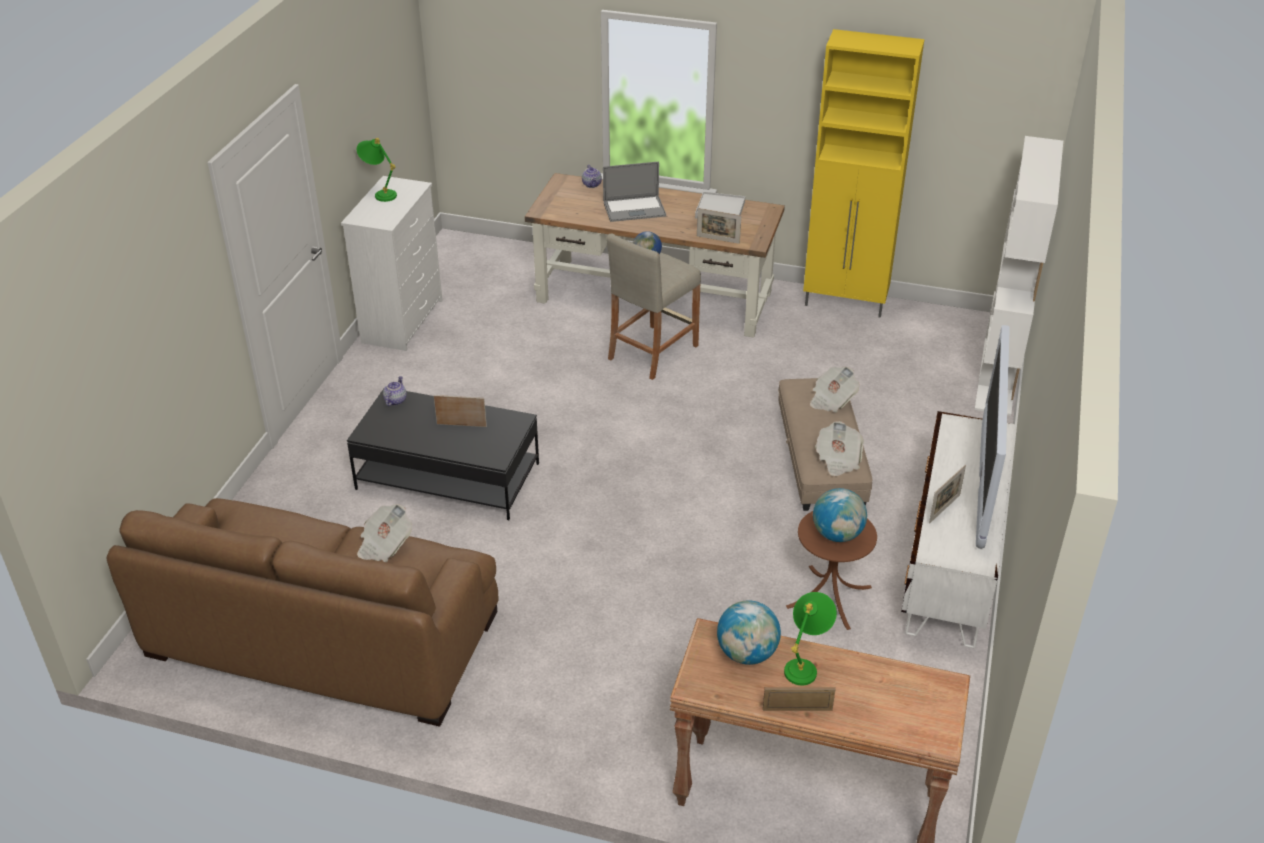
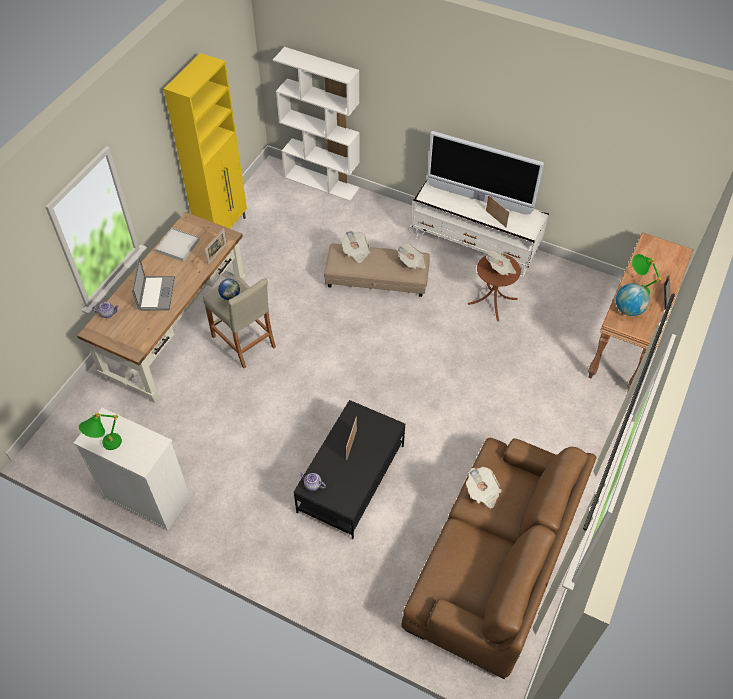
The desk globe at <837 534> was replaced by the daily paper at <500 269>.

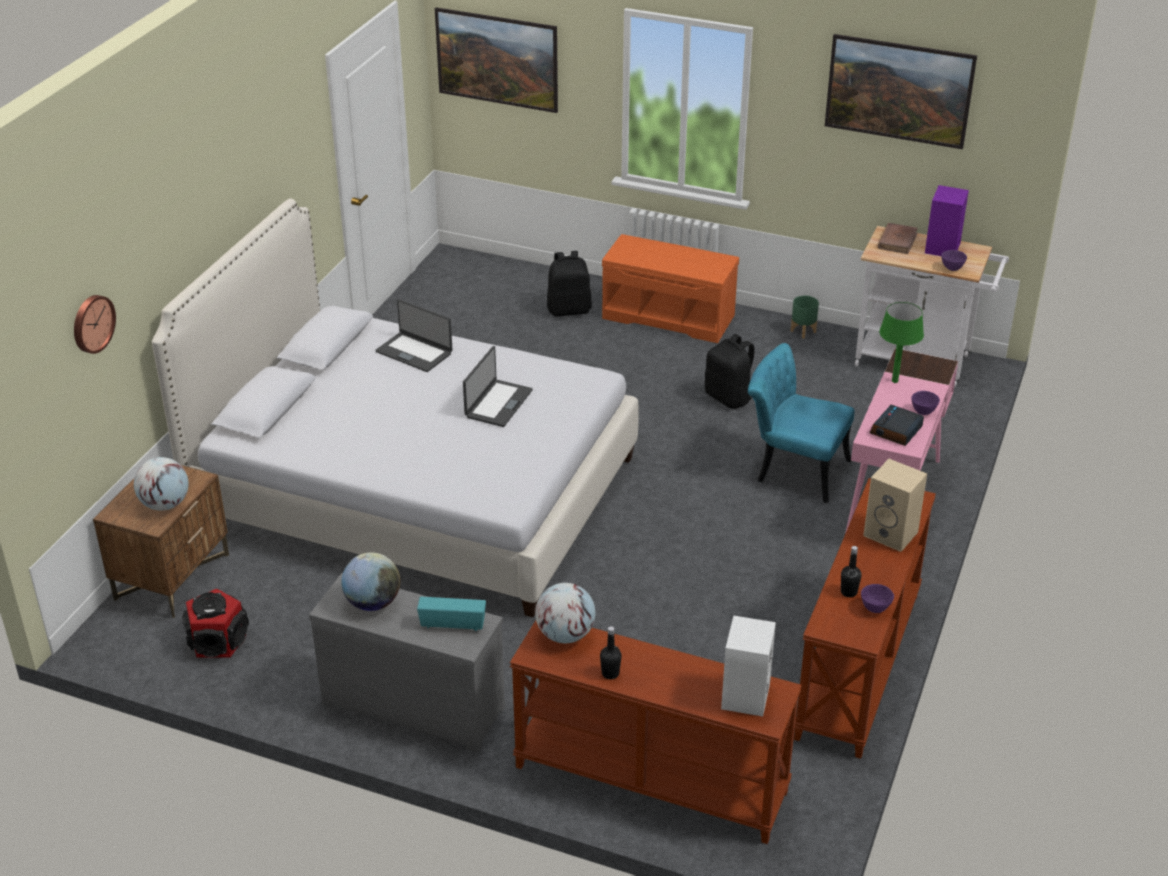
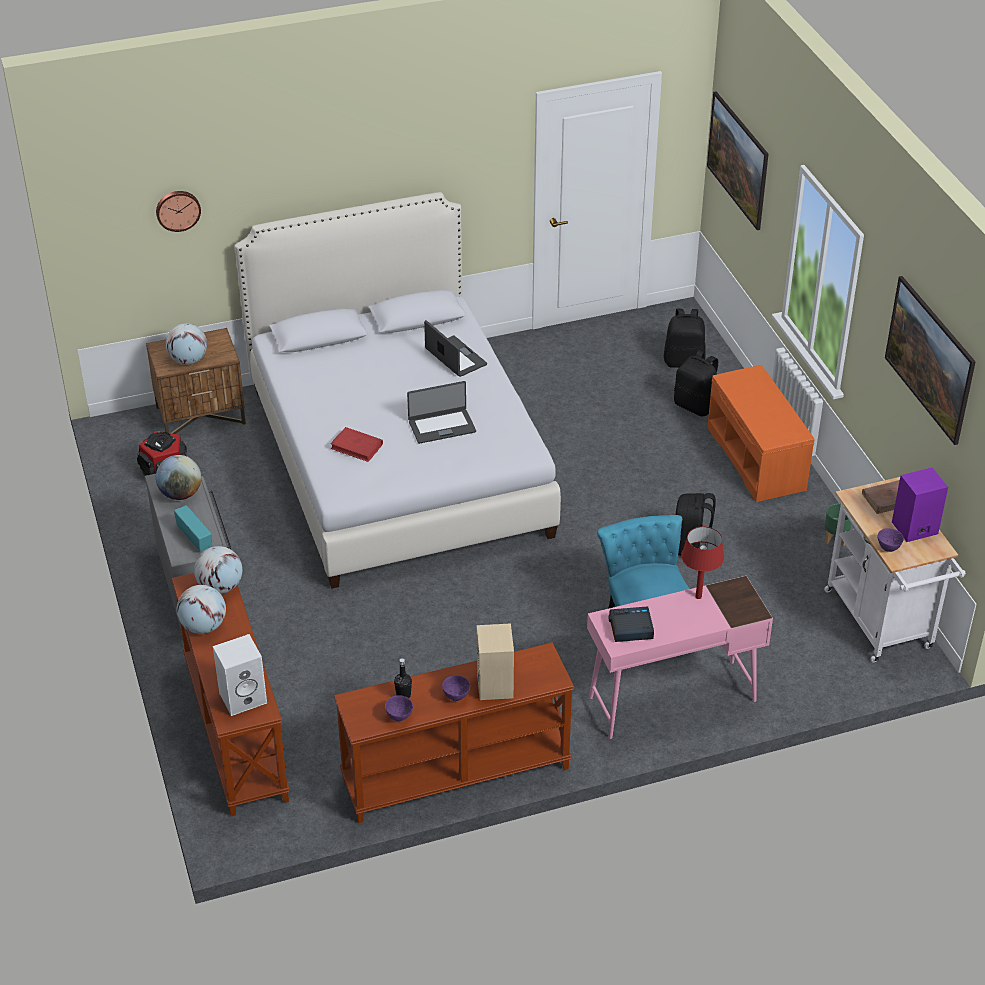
The red book at <357 446> appeared.
The blackish rucksack at <684 361> appeared.
The purplish deep dish moved from <923 411> to <456 696>.
The blackish bottle at <610 673> was replaced by the desk globe at <203 626>.
The green-coloured lamp for a table at <895 381> became the red lamp for a table at <698 597>.
The notebook computer at <414 352> turned 150 degrees clockwise.

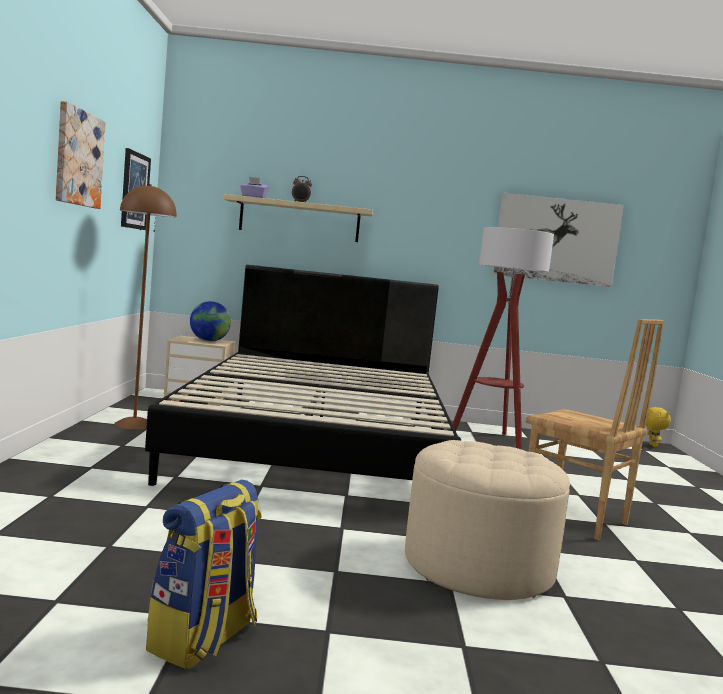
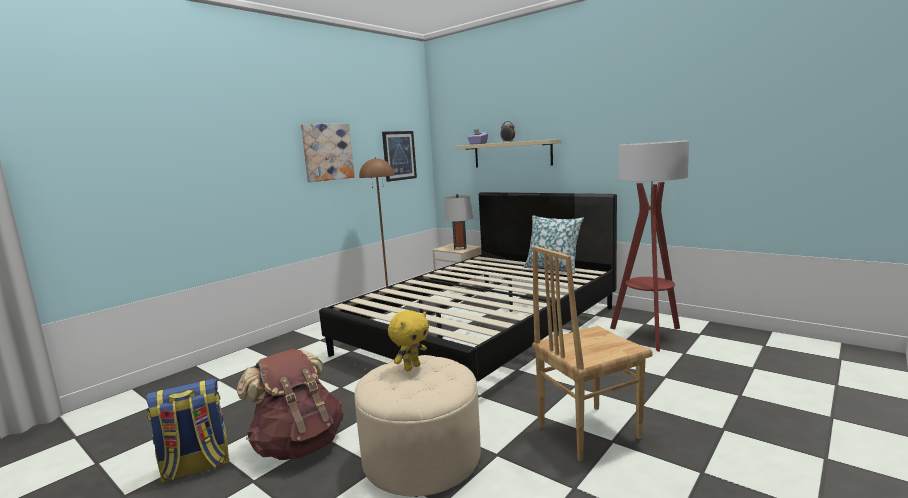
The picture at <556 240> disappeared.
The brownish rucksack at <298 445> appeared.
The throw pillow at <553 268> appeared.
The yellow-coloured plush toy moved from <652 445> to <411 367>.
The desk globe at <209 341> was replaced by the grey lamp for a table at <460 248>.
The brownish upright chair at <574 519> turned 75 degrees clockwise.

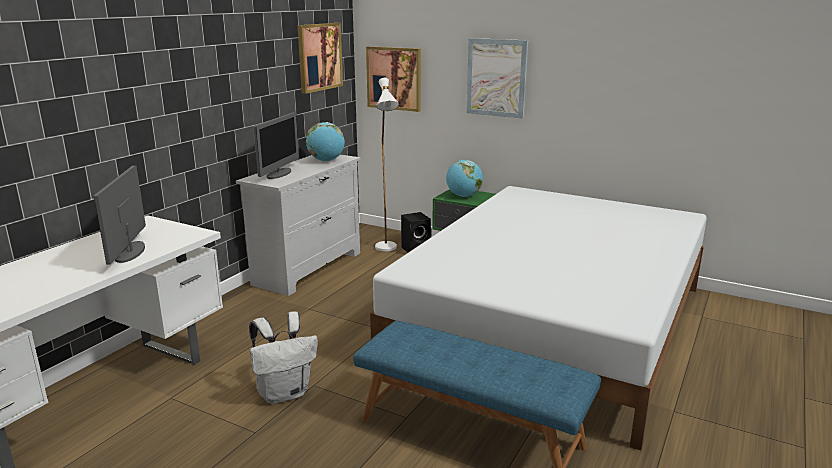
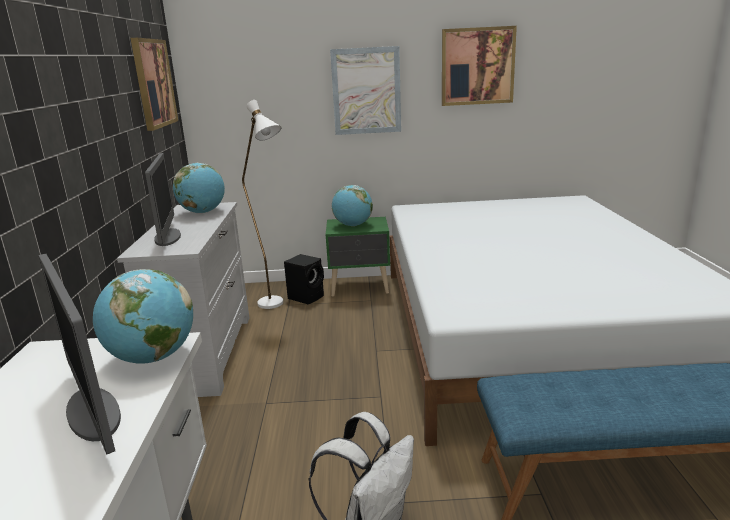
The desk globe at <152 358> appeared.
The picture moved from <394 78> to <477 66>.

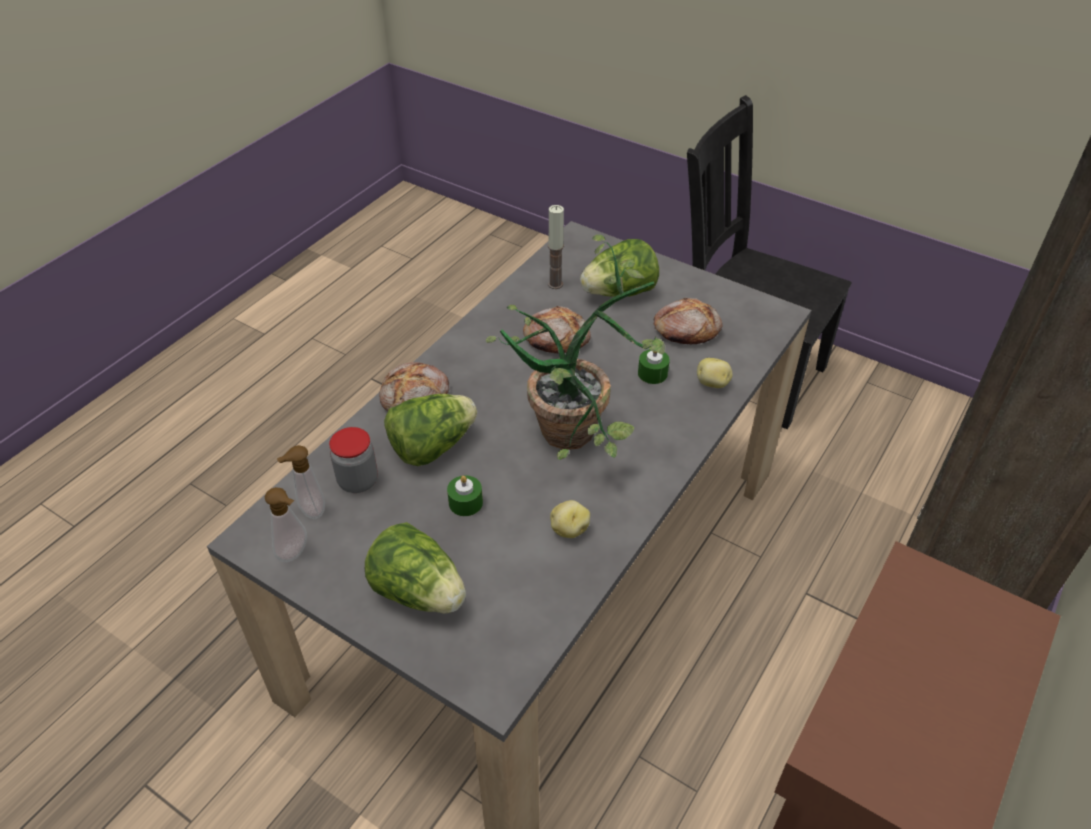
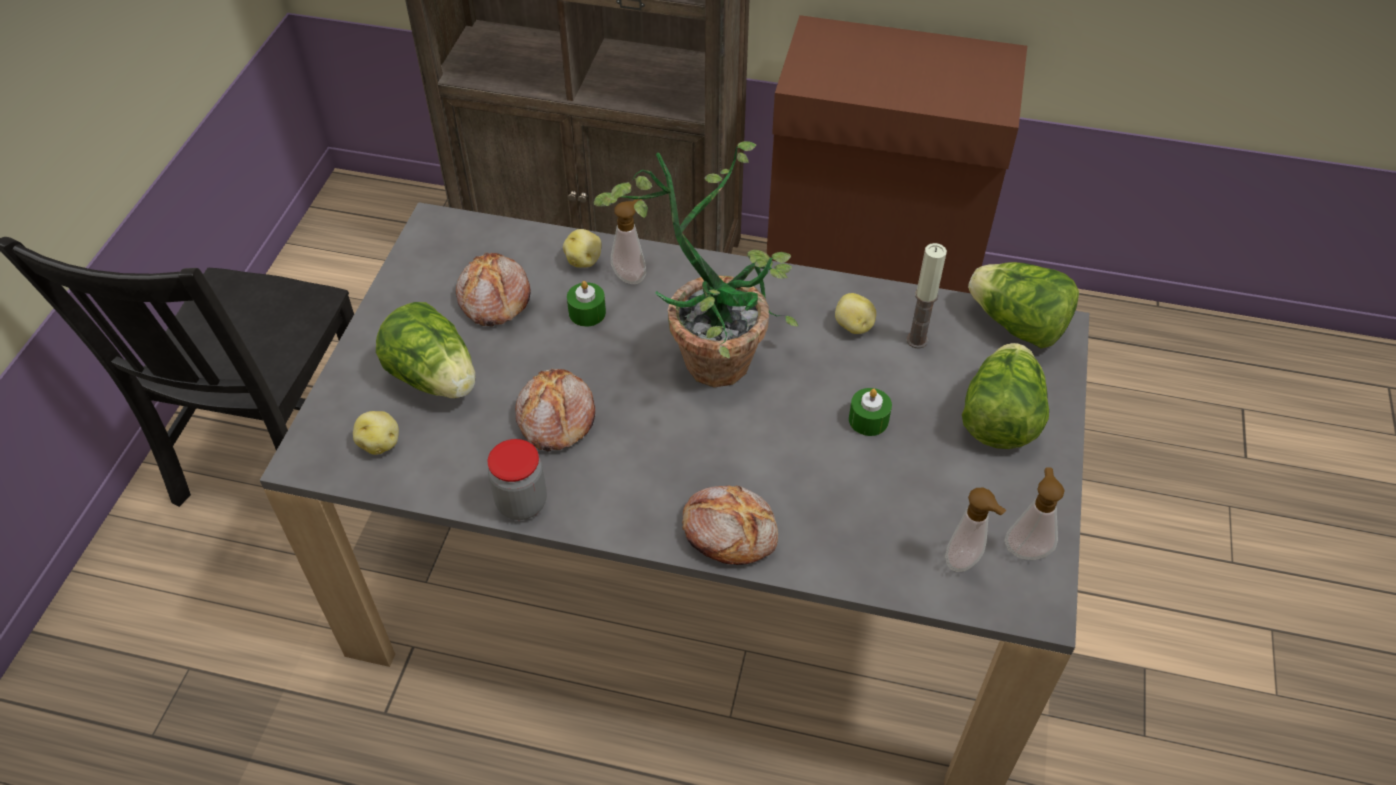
The spud at <380 443> appeared.
The soap dispenser at <631 275> appeared.
The storage jar moved from <358 481> to <521 503>.
The lettuce head moved from <432 446> to <1017 326>.
The candle moved from <555 284> to <917 340>.

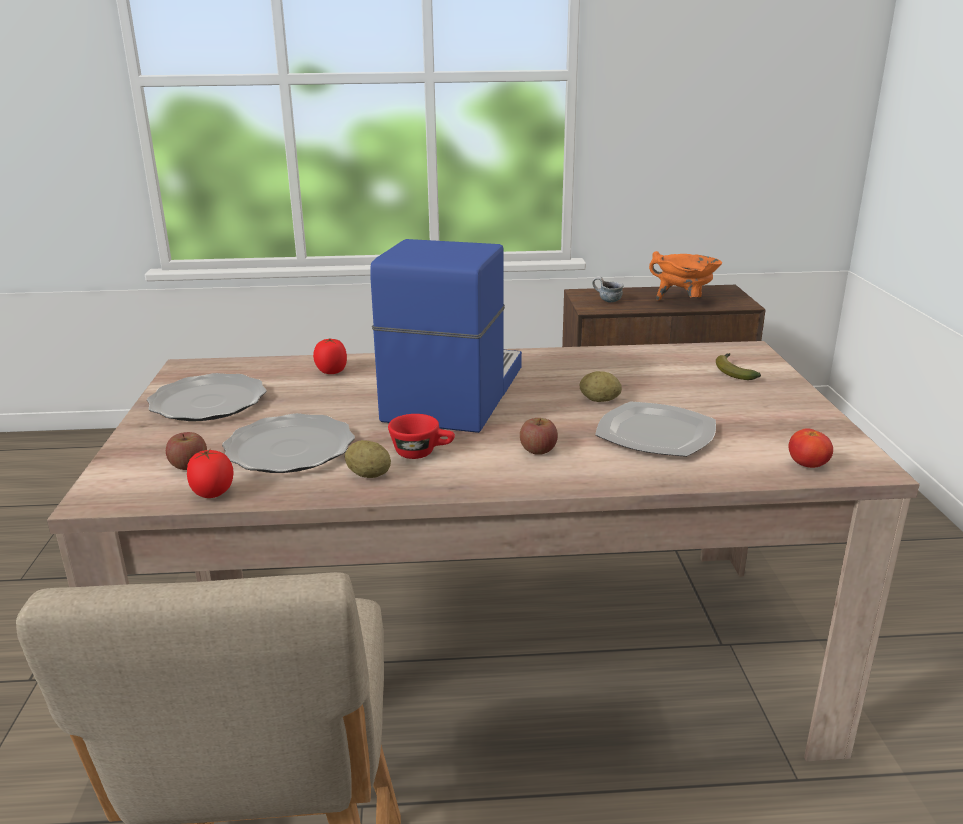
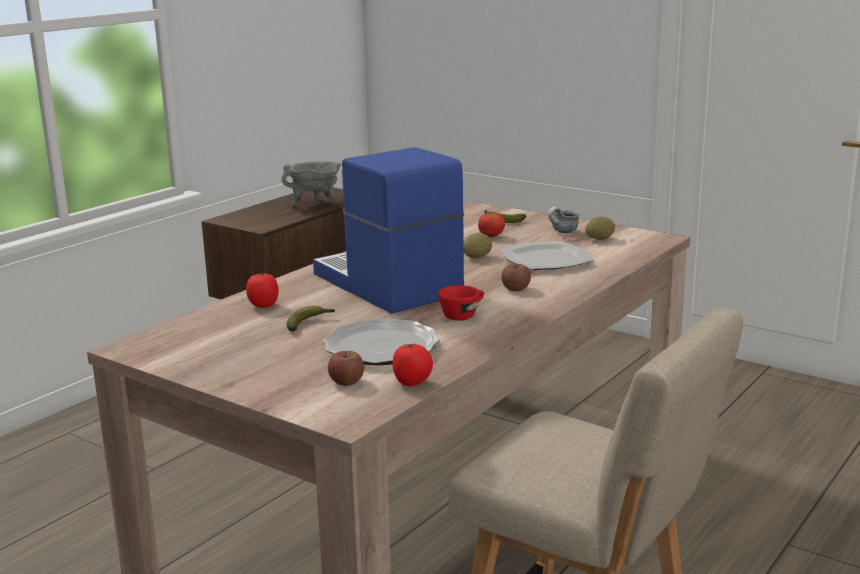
The dinner plate at <208 402> disappeared.
The banana fruit at <309 323> appeared.
The spud moved from <368 475> to <599 239>.
The coffee mug moved from <606 301> to <562 232>.
The whole tomato moved from <807 465> to <491 236>.
The orangey cooking pot at <684 302> became the grey cooking pot at <315 204>.

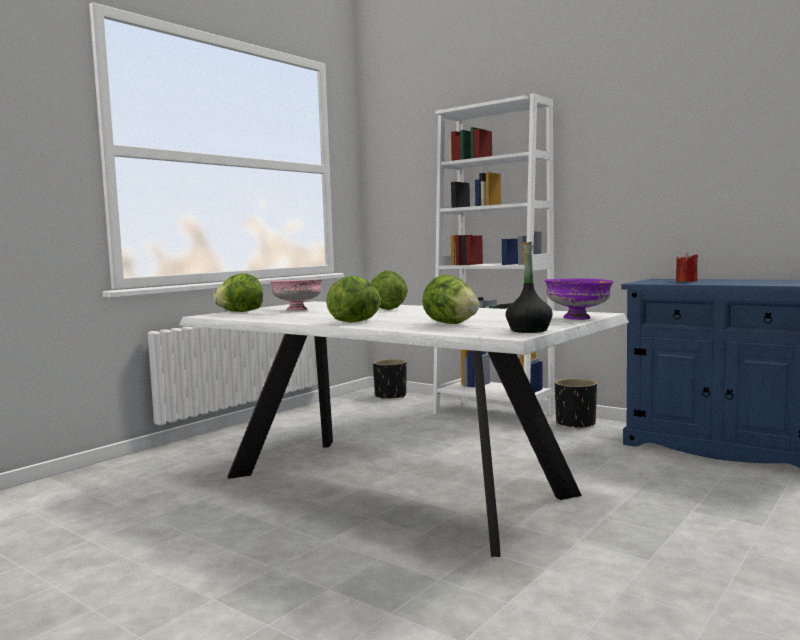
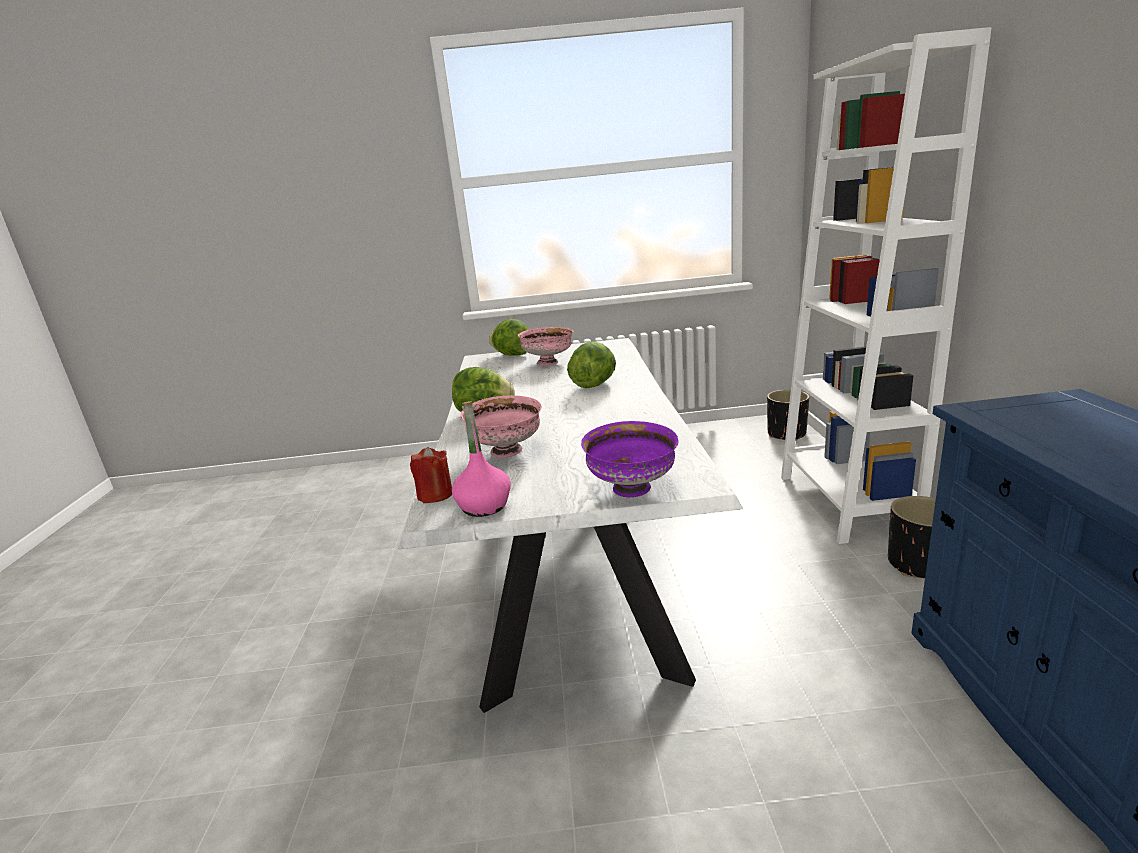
The red candle moved from <686 281> to <435 495>.
The lettuce head at <450 323> was replaced by the pink deep dish at <507 451>.
The blackish bottle at <528 330> became the pink bottle at <484 506>.

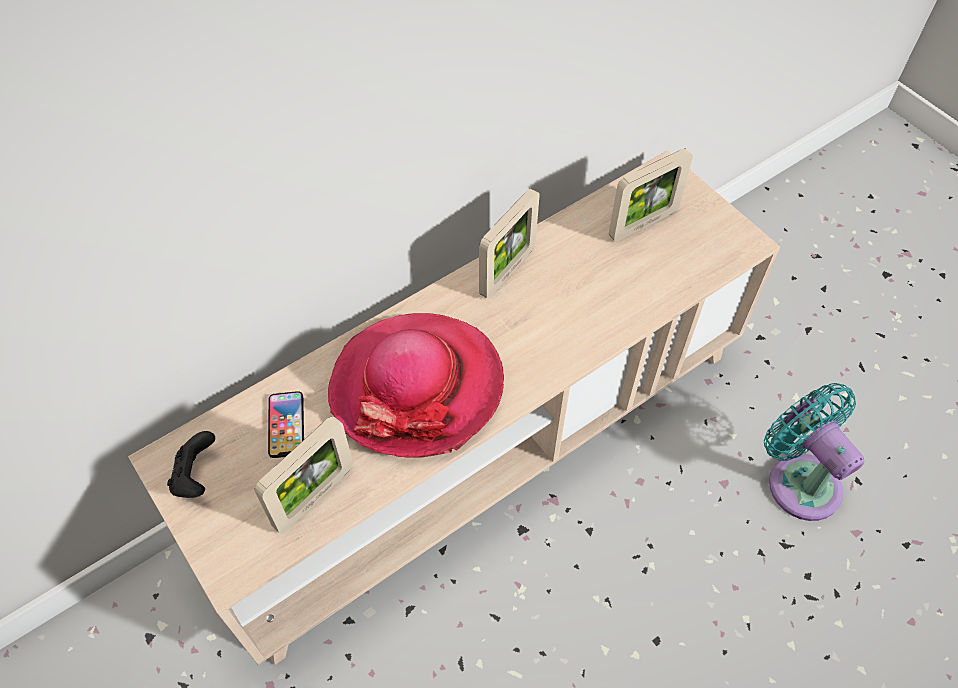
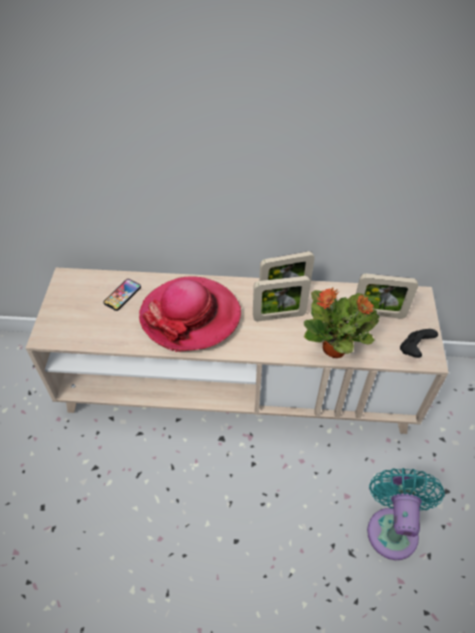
The plant in a pot at <335 348> appeared.
The blackish joypad moved from <196 476> to <414 349>.
The photo frame moved from <314 497> to <279 316>.

